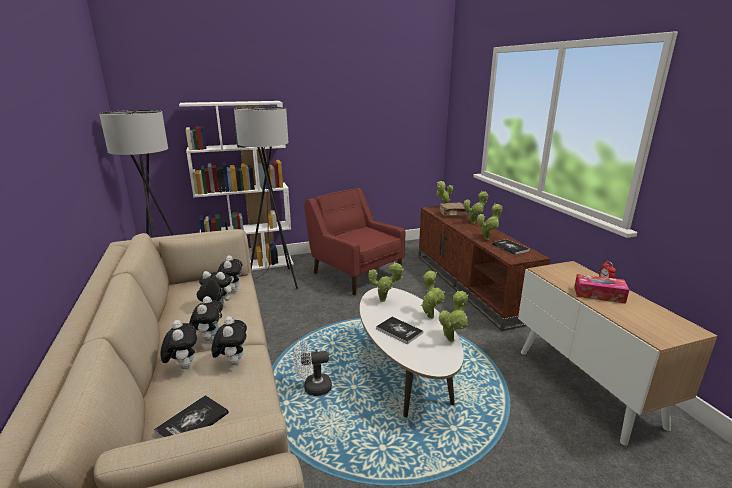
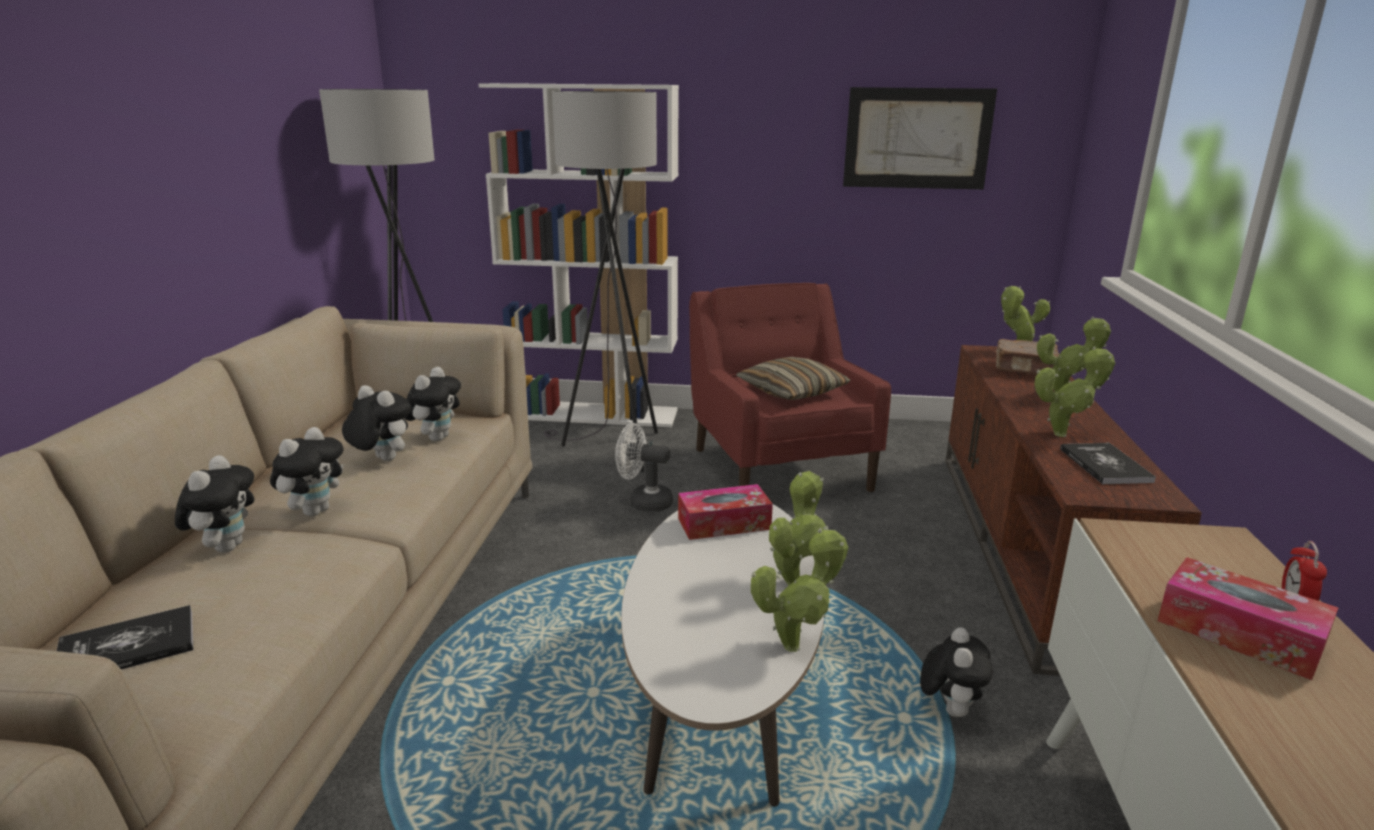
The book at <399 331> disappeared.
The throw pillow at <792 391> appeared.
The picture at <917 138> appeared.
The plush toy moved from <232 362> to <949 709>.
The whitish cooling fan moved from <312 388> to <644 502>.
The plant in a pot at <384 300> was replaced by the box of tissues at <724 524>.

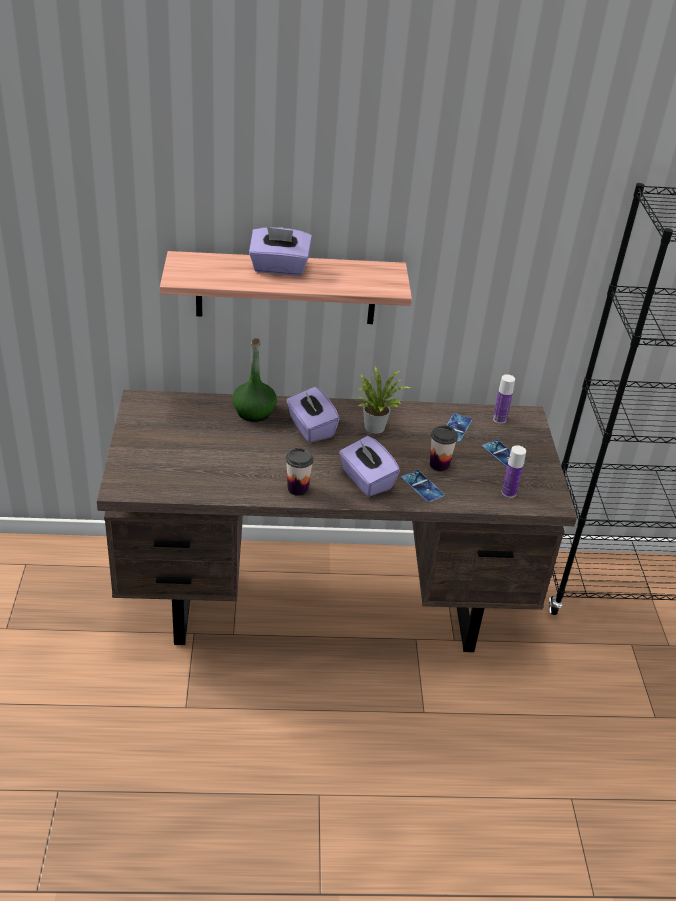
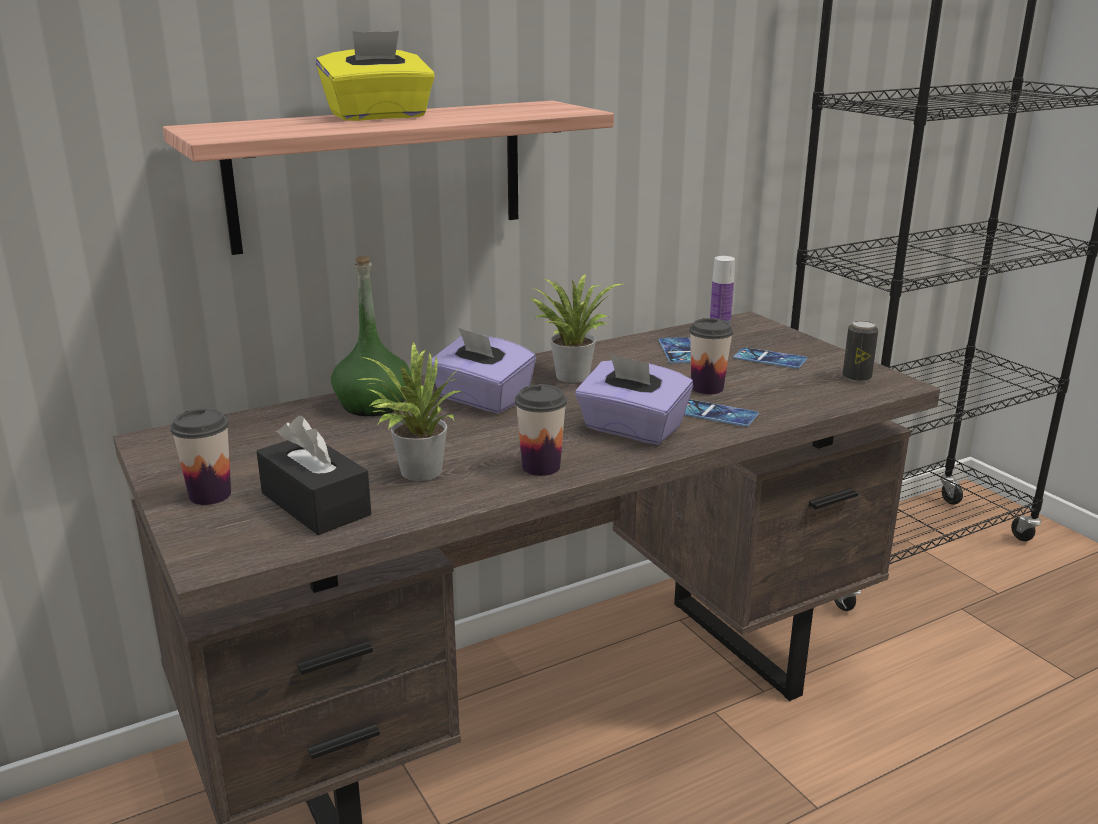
The bottle at <509 492> disappeared.
The drinking cup at <210 495> appeared.
The blackish box of tissues at <315 504> appeared.
The plant in a pot at <415 472> appeared.
The sealed can at <856 377> appeared.
The purplish box of tissues at <279 268> became the yellow-coloured box of tissues at <379 116>.

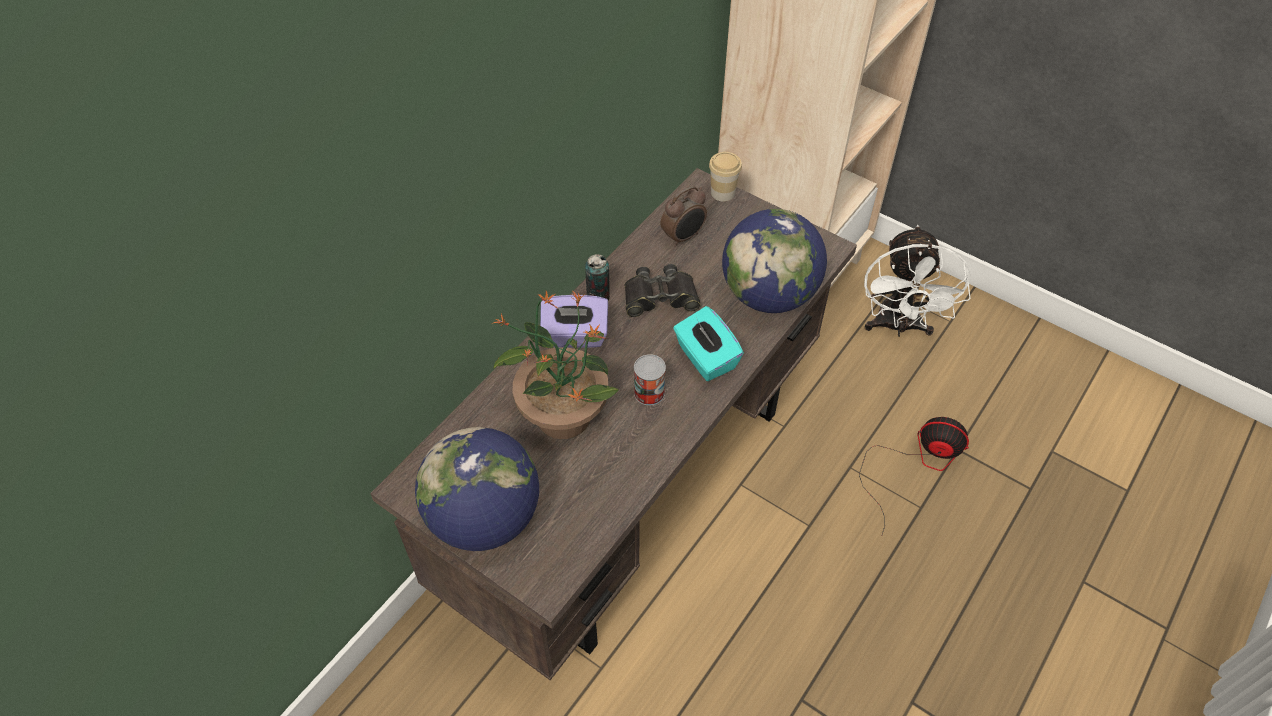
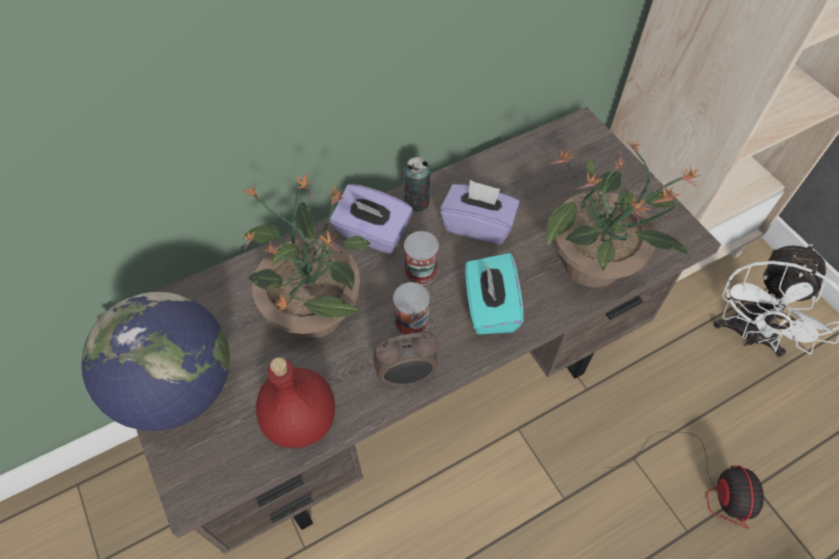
The drinking cup at <722 193> disappeared.
The red bottle at <301 419> appeared.
The sealed can at <421 271> appeared.
The bedside clock moved from <683 237> to <407 376>.
The blackish pair of binoculars at <660 297> was replaced by the purplish box of tissues at <478 225>.
The desk globe at <768 295> was replaced by the plant in a pot at <593 264>.
The cooling fan at <915 464> turned 45 degrees clockwise.

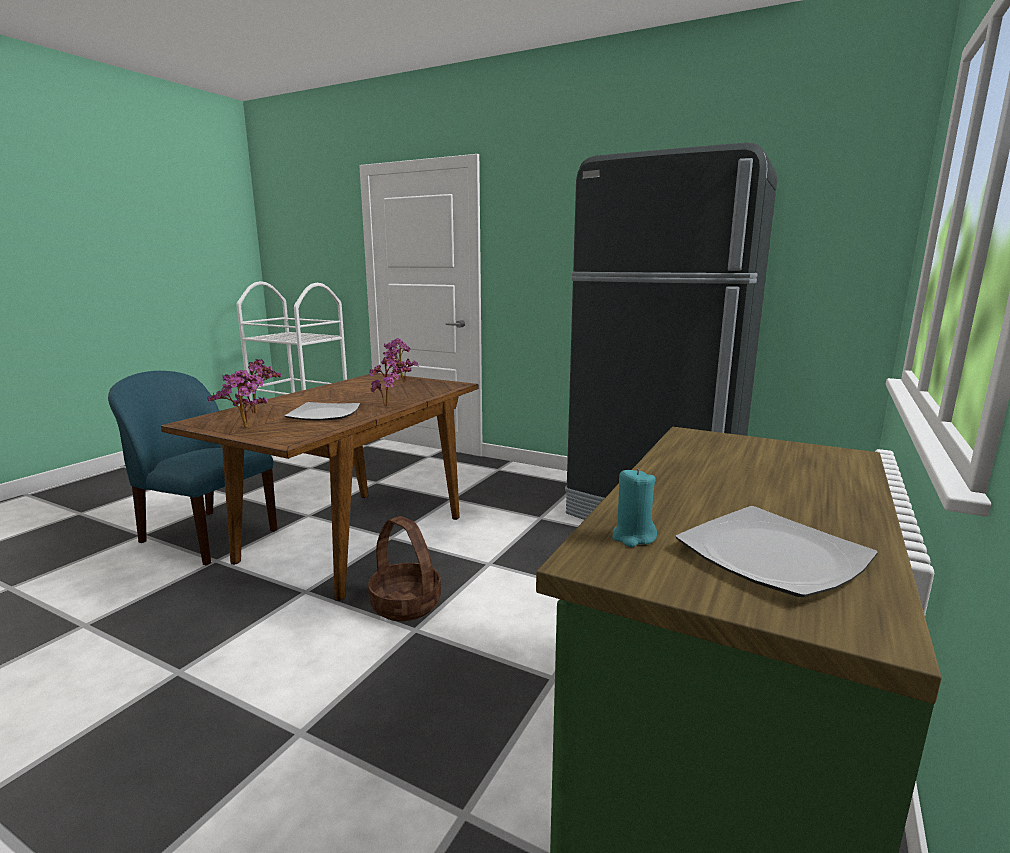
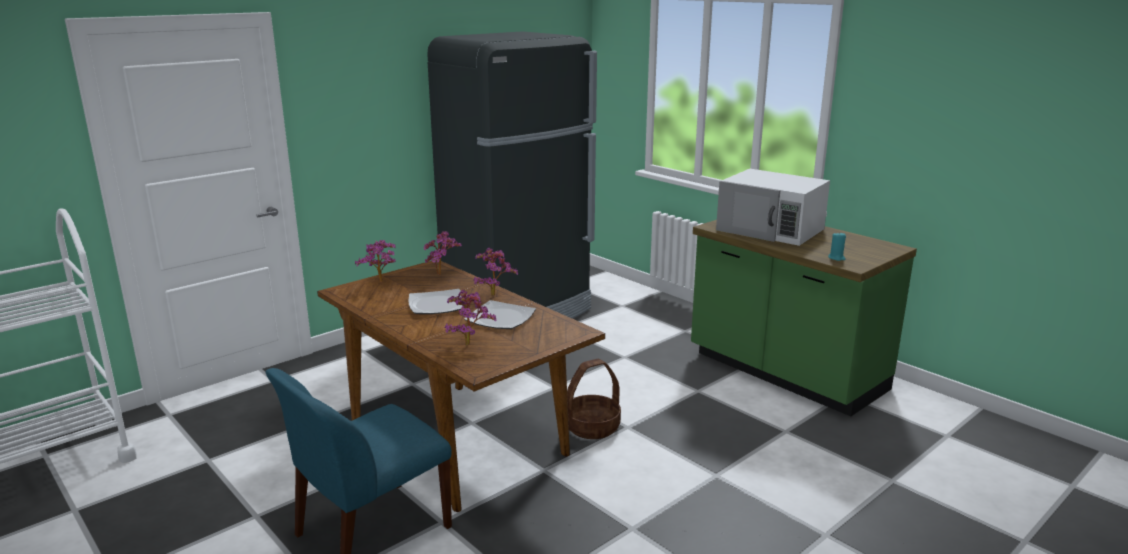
The whitish microwave at <771 229> appeared.
The plant in a pot moved from <245 428> to <442 275>.
The dinner plate moved from <769 555> to <437 305>.

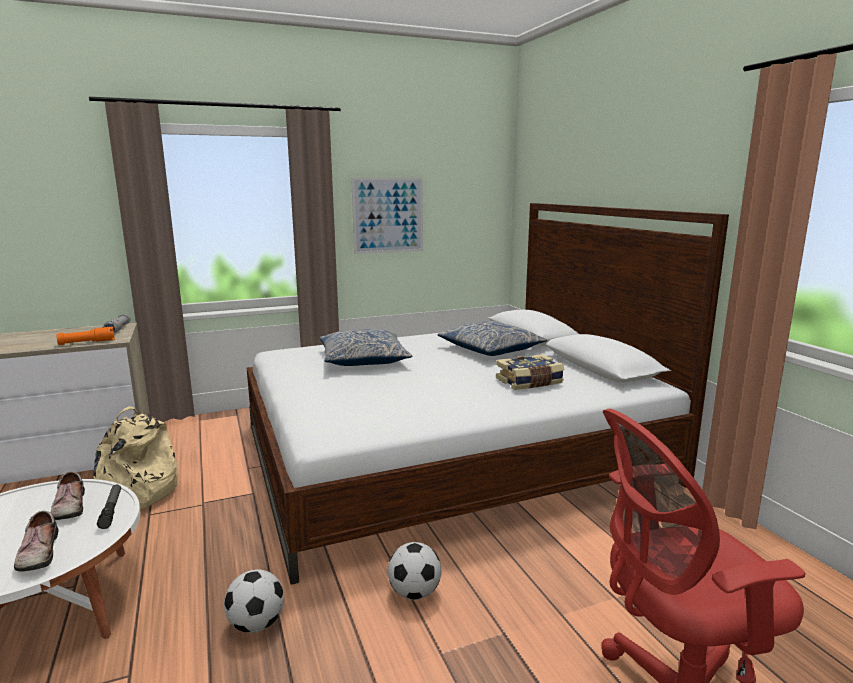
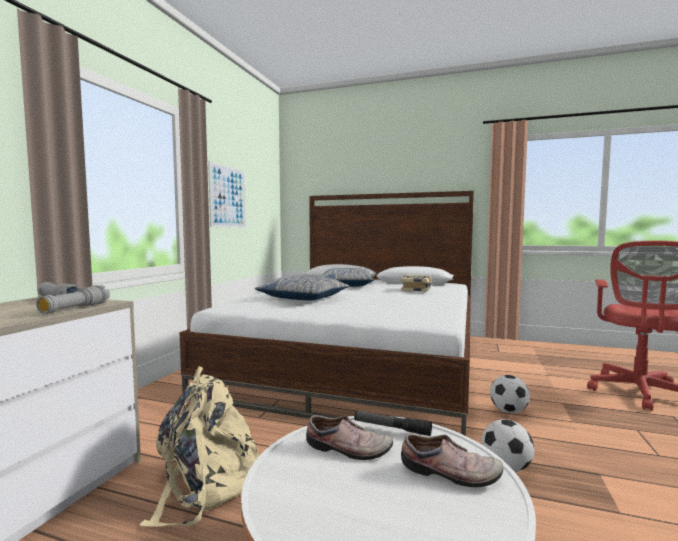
The orangey hand torch at <87 343> became the grey hand torch at <75 308>.

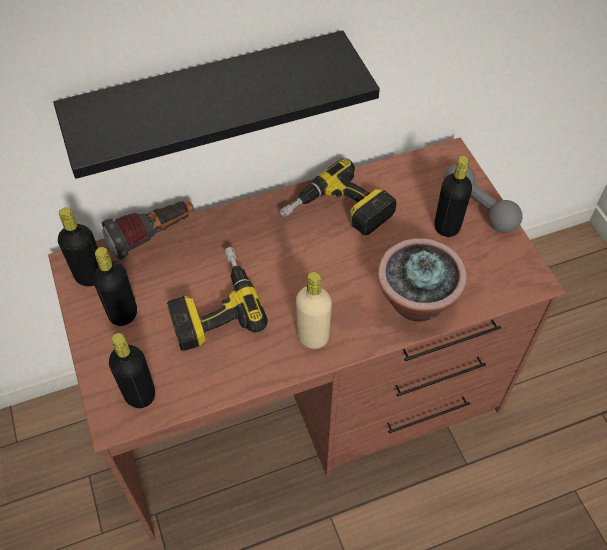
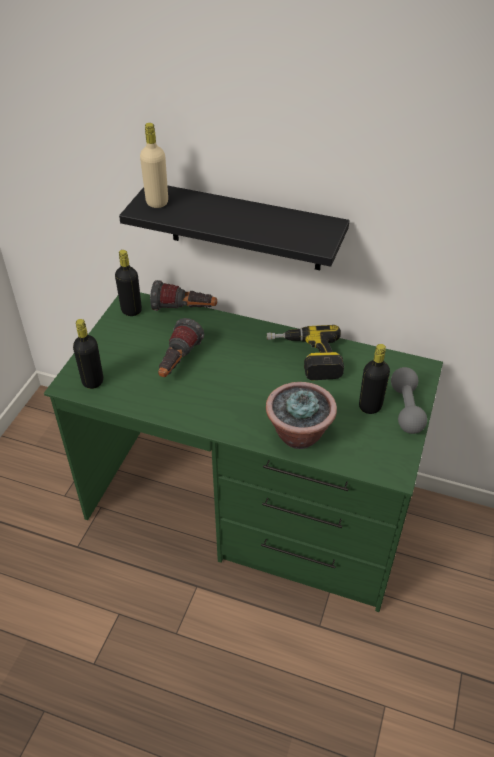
The blackish bottle at <123 314> disappeared.
The beige-coloured bottle moved from <313 337> to <157 202>.
The power drill at <213 305> was replaced by the hand torch at <178 362>.
The brownish desk table at <304 398> became the green-coloured desk table at <248 506>.

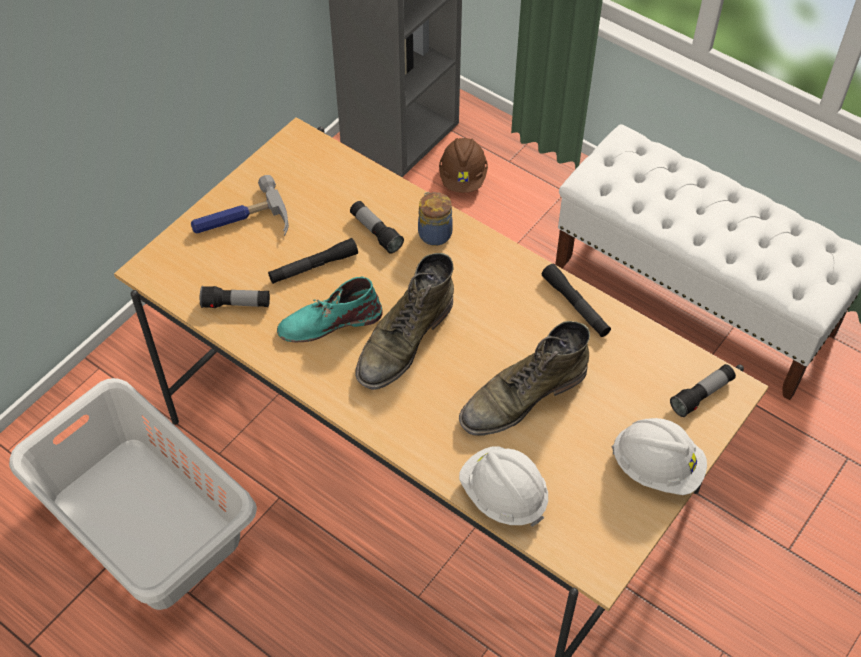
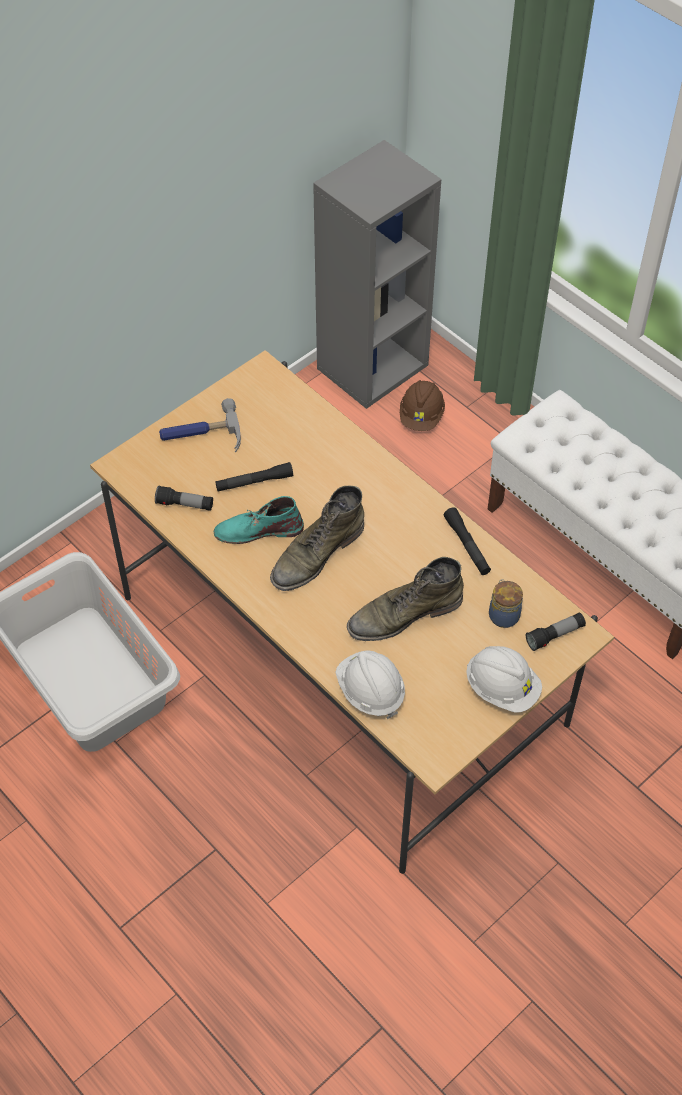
The hand torch at <376 232> disappeared.
The storage jar moved from <434 233> to <503 615>.

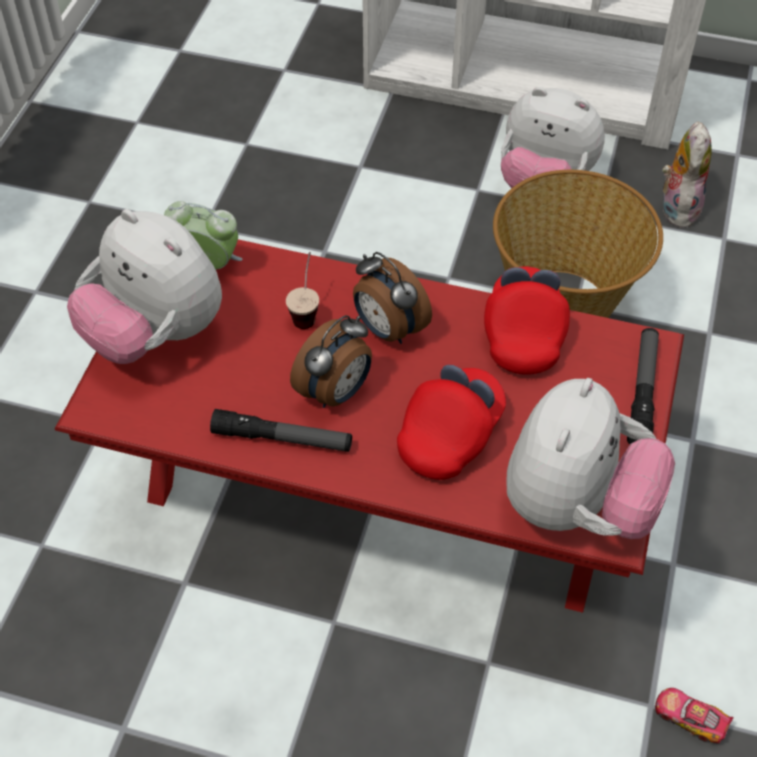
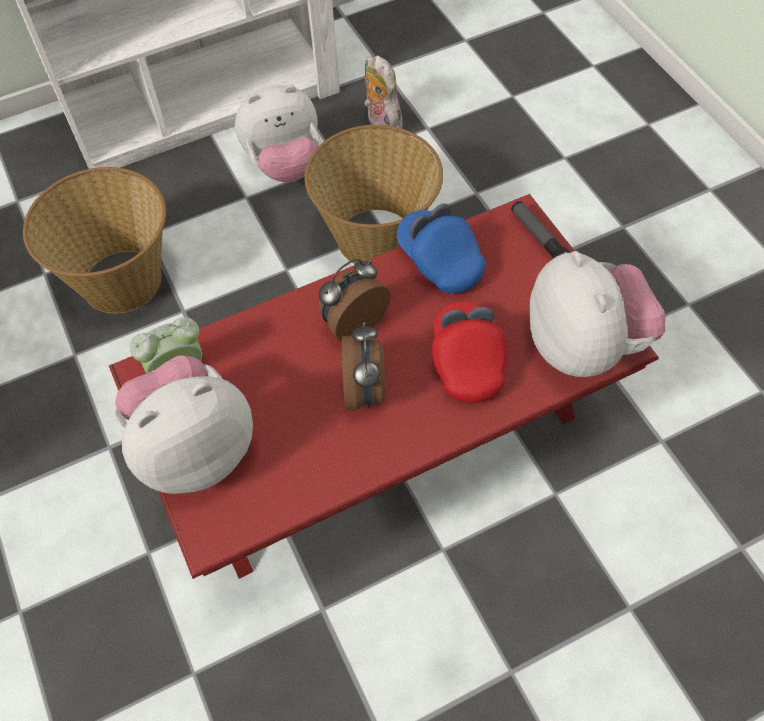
The hand torch at <282 438> disappeared.
The drinking cup at <306 310> disappeared.
The model car at <689 718> disappeared.
The household basket at <122 280> appeared.
The red peaked cap at <523 333> became the blue-coloured peaked cap at <439 261>.
The plush toy at <155 334> turned 150 degrees clockwise.
The bedside clock at <388 329> turned 135 degrees clockwise.

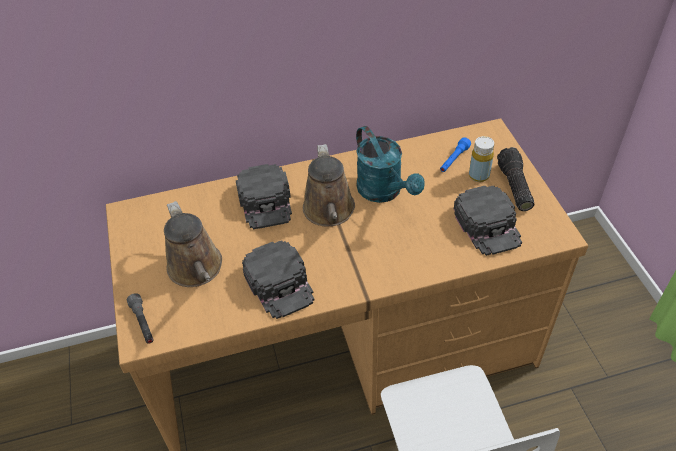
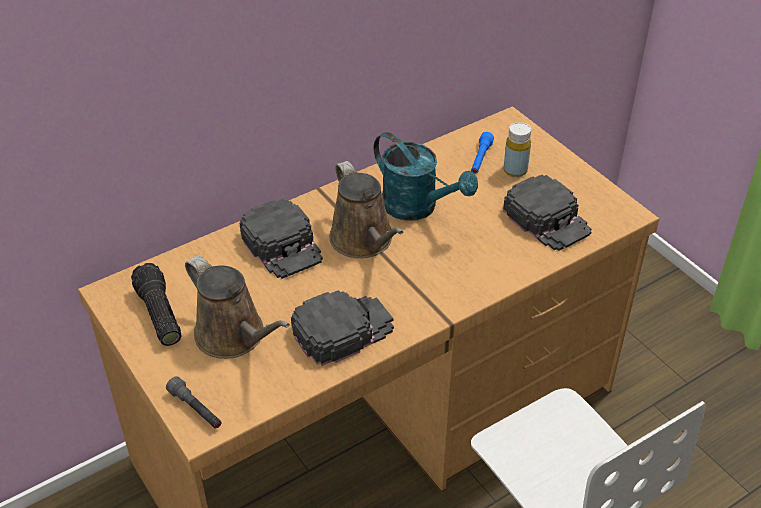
The hand torch moved from <513 186> to <157 314>.
The blackish peaked cap at <280 283> turned 75 degrees counterclockwise.

